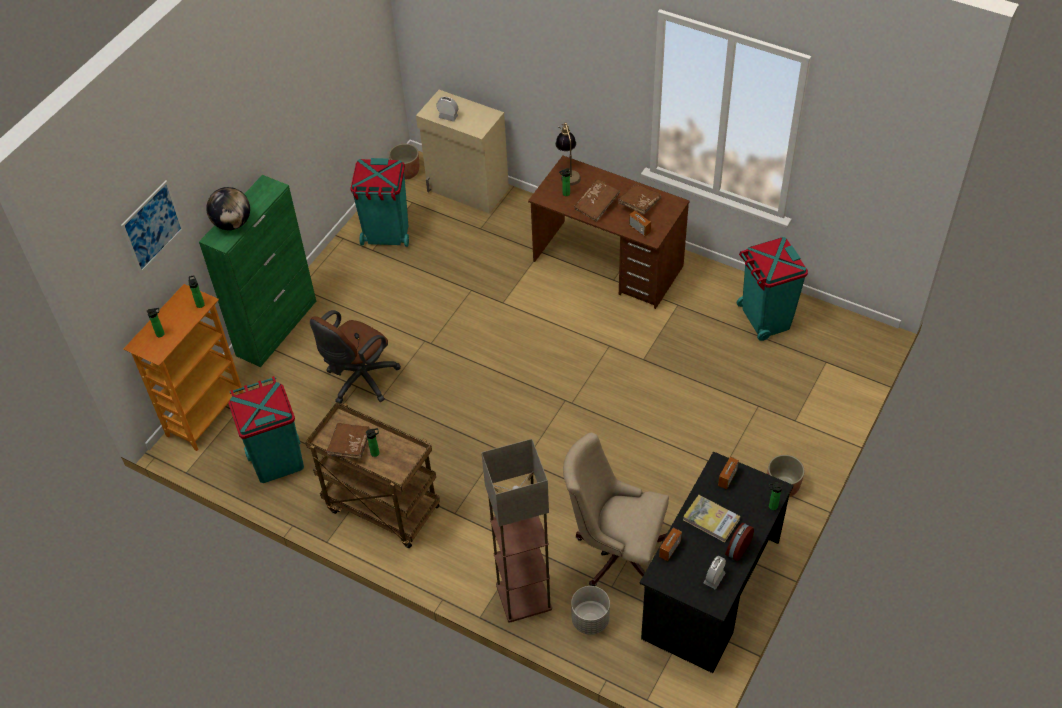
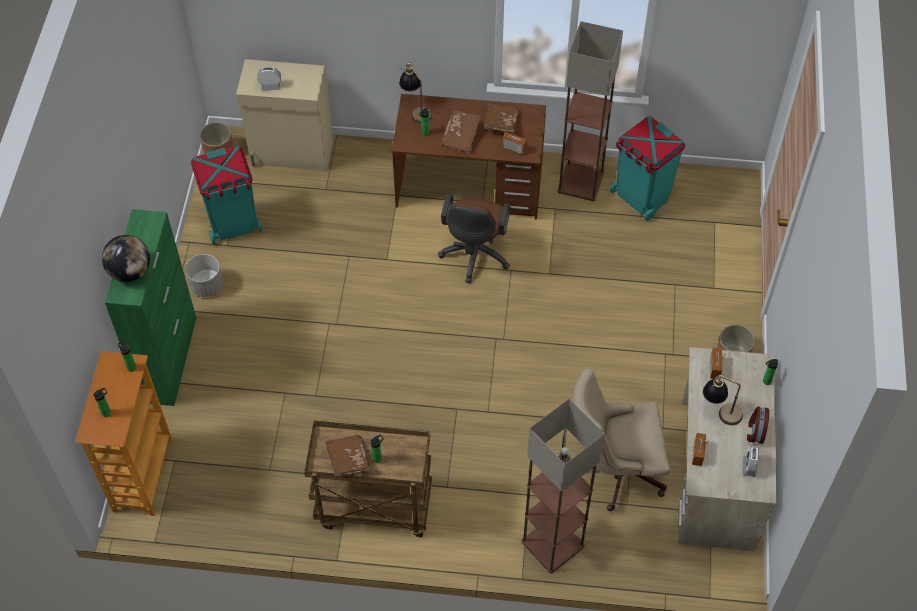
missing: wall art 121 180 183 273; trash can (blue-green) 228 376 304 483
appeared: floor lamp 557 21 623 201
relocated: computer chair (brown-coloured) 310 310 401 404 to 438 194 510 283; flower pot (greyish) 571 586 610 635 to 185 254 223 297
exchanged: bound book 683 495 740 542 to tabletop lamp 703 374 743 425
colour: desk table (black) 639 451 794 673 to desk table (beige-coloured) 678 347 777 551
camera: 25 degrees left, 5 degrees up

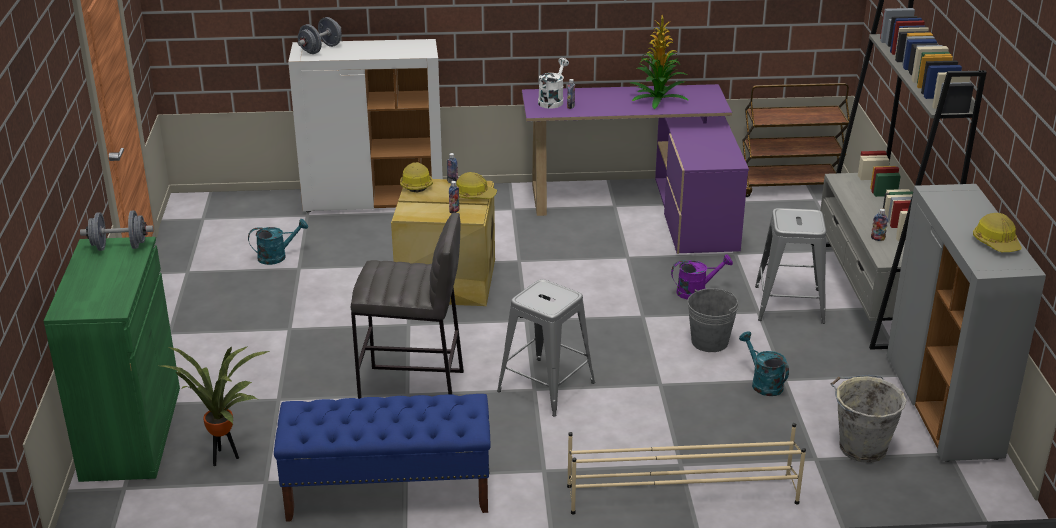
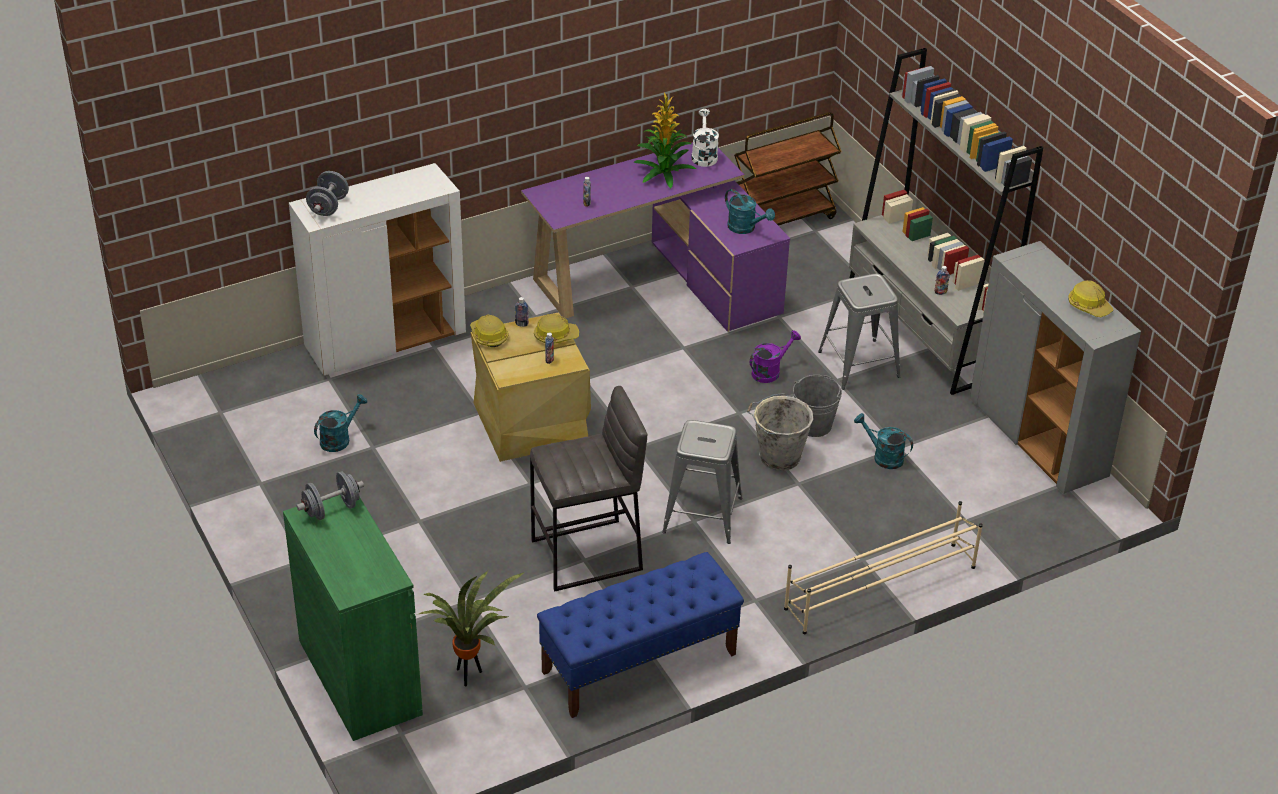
appeared: watering can (blue-green) 725 189 775 234
relocated: watering can (whitish) 538 58 569 108 to 692 109 719 167; bucket (greyish) 831 375 907 463 to 747 393 814 471
camera: 25 degrees left, 10 degrees up

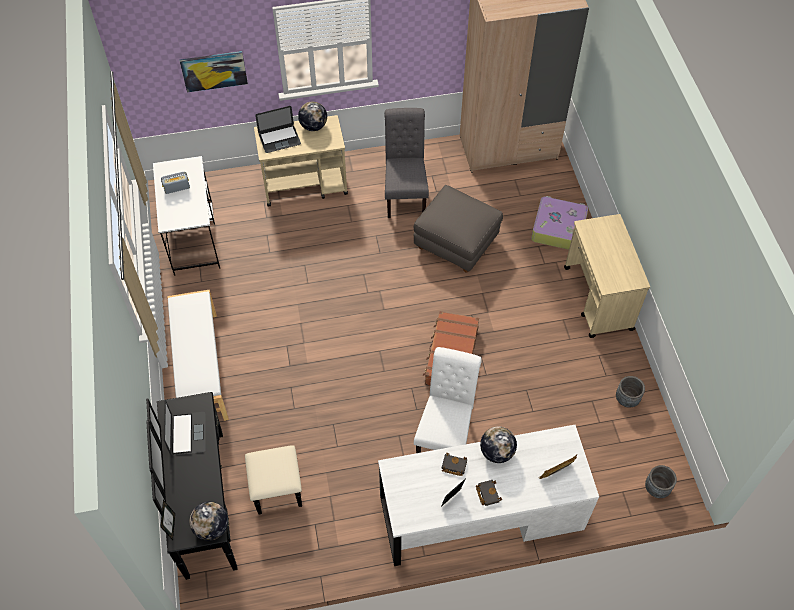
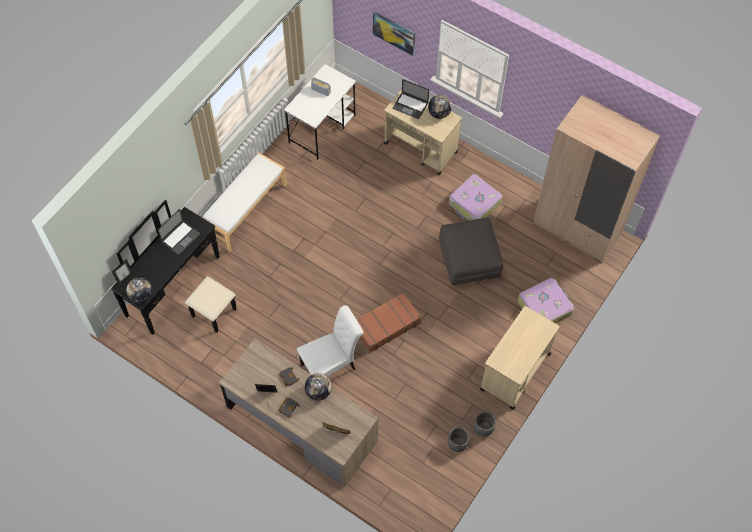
relocated: flower pot (greyish) 645 465 677 498 to 474 411 496 436
exchanged: upright chair (greyish) 384 108 429 218 to suitcase 449 174 502 221
colour: desk table (whitish) 378 425 599 566 to desk table (brown-coloured) 219 339 378 487
camera: 45 degrees right, 5 degrees up

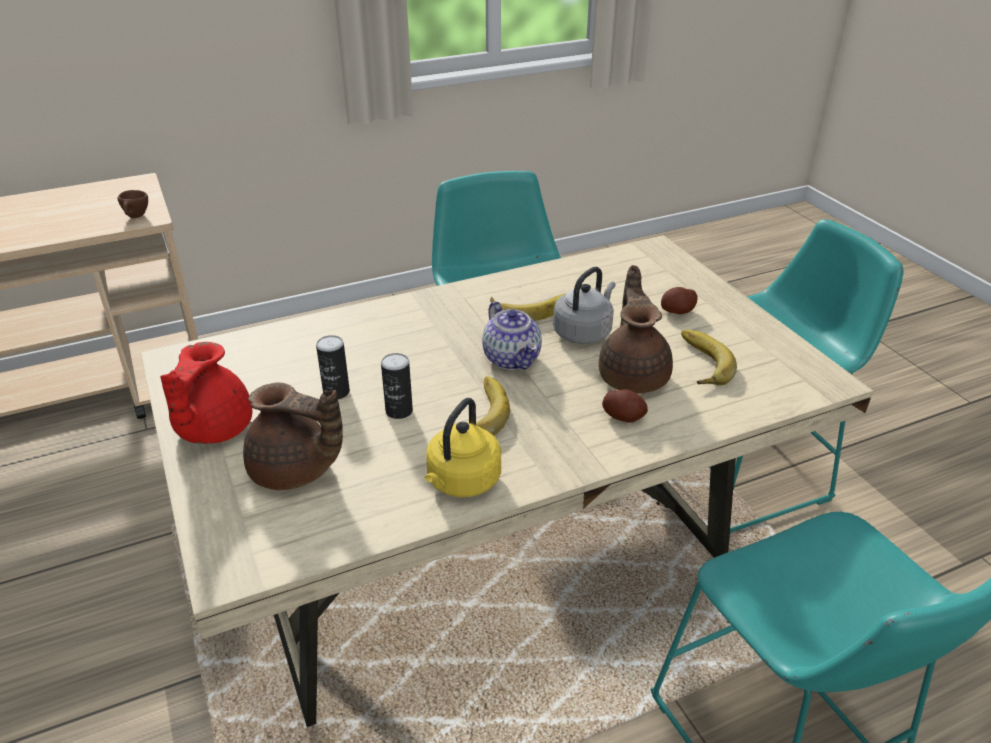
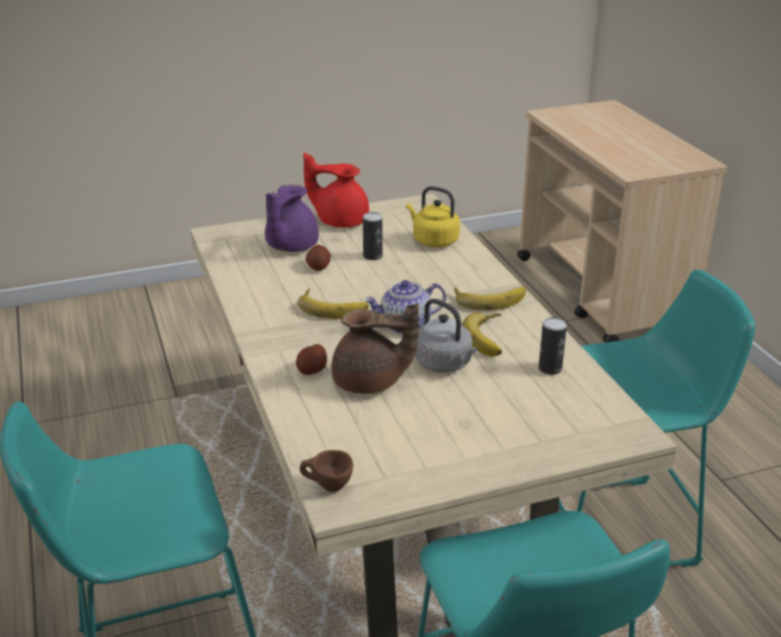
relocated: drinking cup (brown-coloured) 117 190 148 218 to 300 450 353 492; sealed can 381 353 413 419 to 539 317 567 375; kettle (yellow) 425 398 501 497 to 406 186 460 247; potato 661 287 698 314 to 305 245 331 271; banana 681 330 737 386 to 454 287 526 311
colour: tea pot (brown-coloured) 243 383 343 490 to tea pot (purple-coloured) 265 185 319 252
camera: 95 degrees right, 5 degrees down

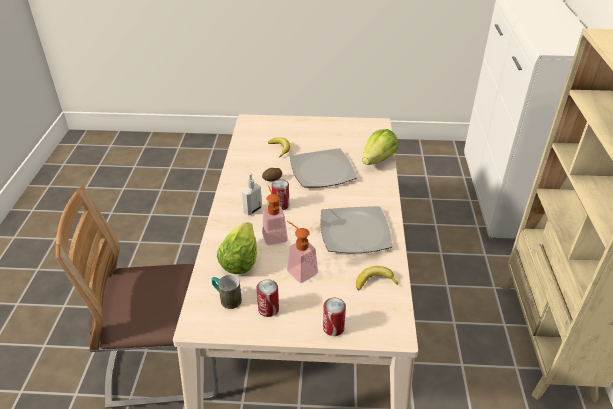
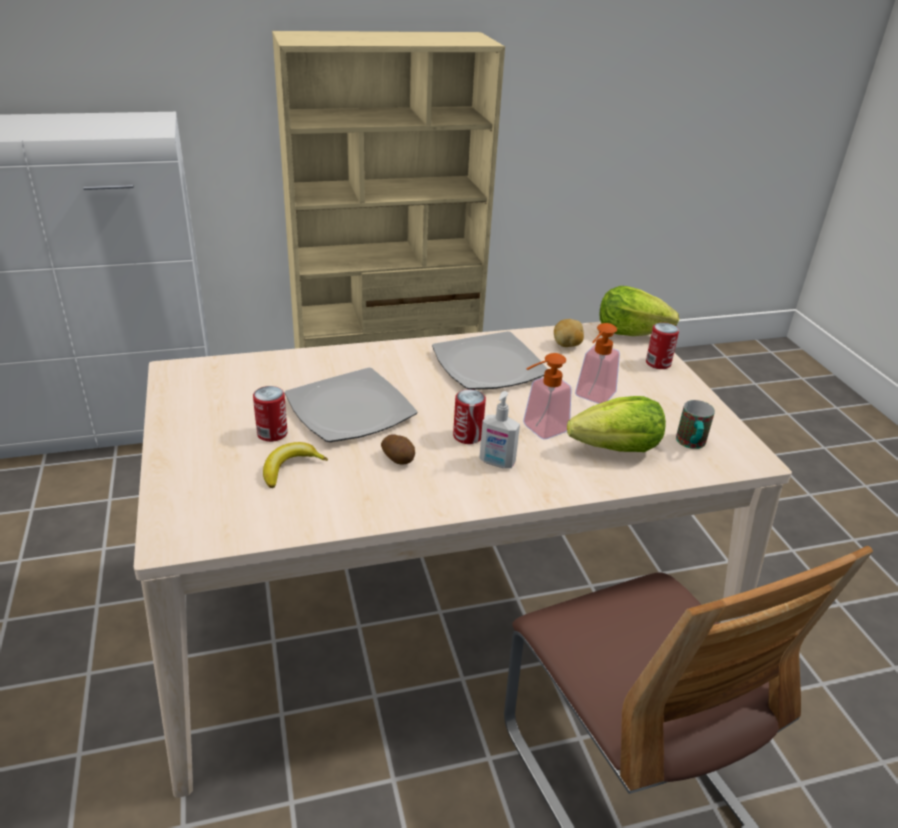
relocated: sealed can 256 280 279 317 to 253 386 288 442; lettuce 362 129 398 165 to 600 286 679 336
exchanged: banana 356 266 399 290 to potato 554 319 584 347
camera: 110 degrees left, 5 degrees down

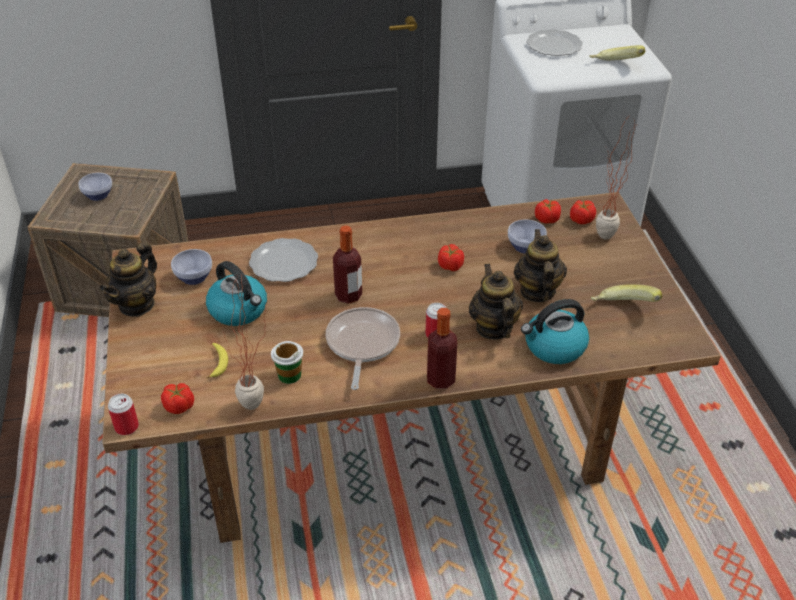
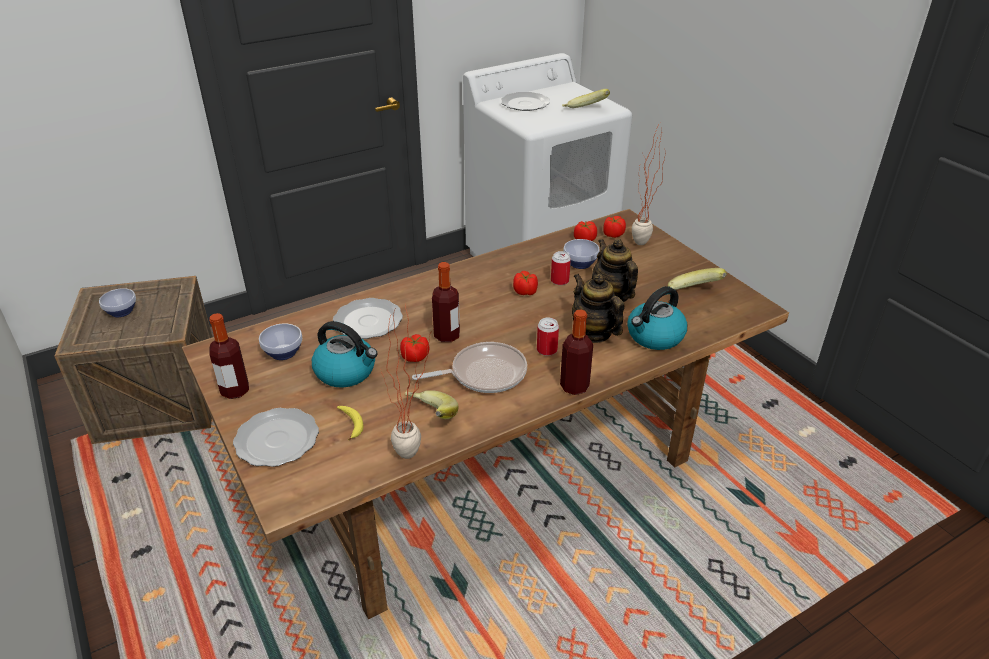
appeared: dinner plate 233 408 319 467
relocated: sealed can 108 394 139 435 to 551 251 571 285; tomato 161 383 194 414 to 400 334 429 362
exchanged: tea pot 100 242 157 317 to beverage bottle 210 313 249 399; drinking cup 271 341 303 384 to banana 405 390 458 419
spun: pan 326 307 400 390 = 412 342 527 393 90 degrees clockwise
camera: 20 degrees left, 5 degrees down

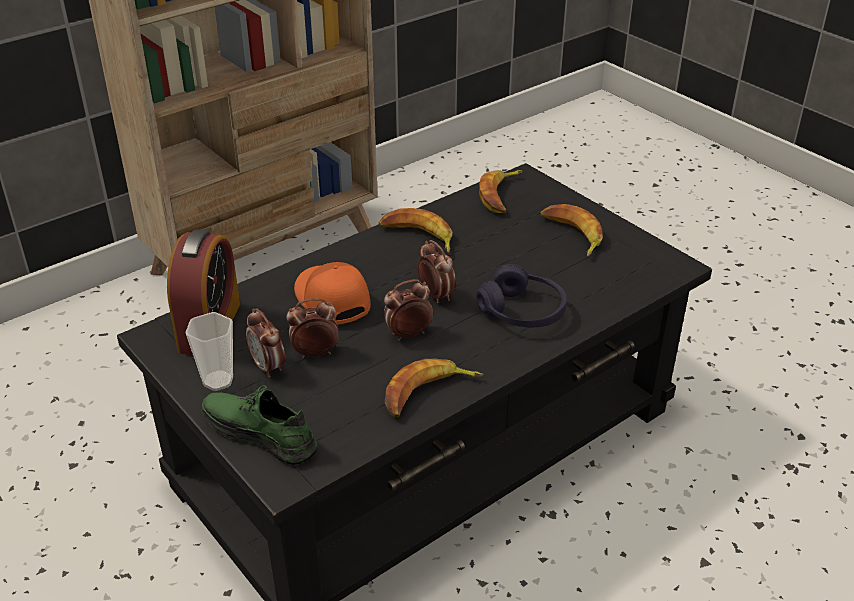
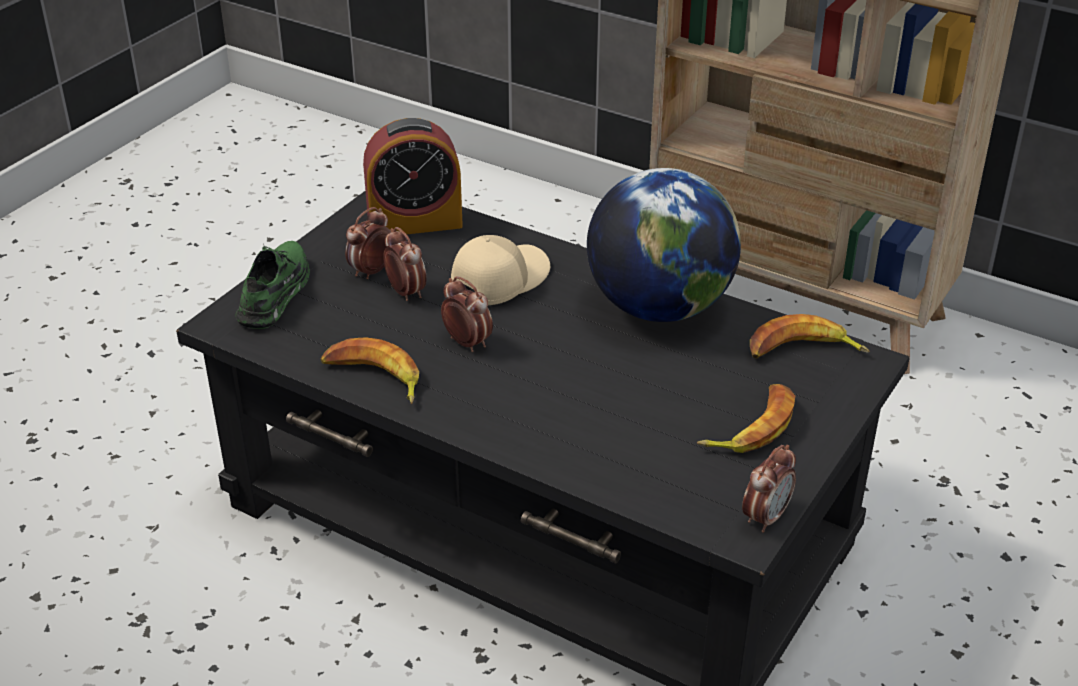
missing: drinking cup 185 312 233 391; headphones (purple-coloured) 476 264 567 328
relocated: table clock 417 240 456 303 to 742 445 796 533
exchanged: banana 379 208 452 253 to world globe 587 168 741 322
colour: cap (orangey) 294 262 370 325 to cap (beige-coloured) 451 235 550 305
camera: 70 degrees right, 0 degrees up

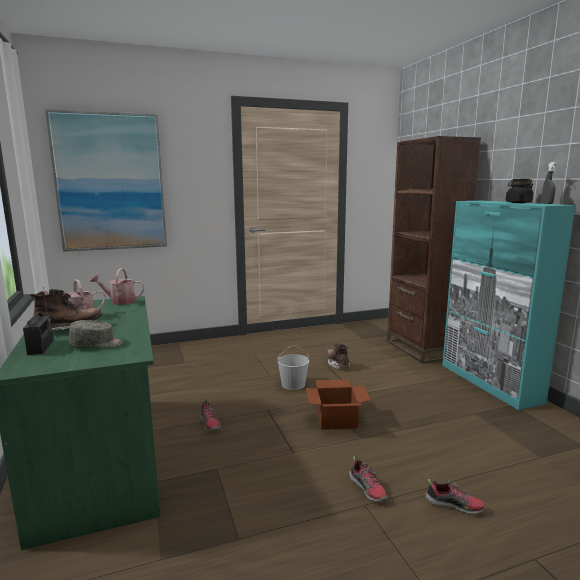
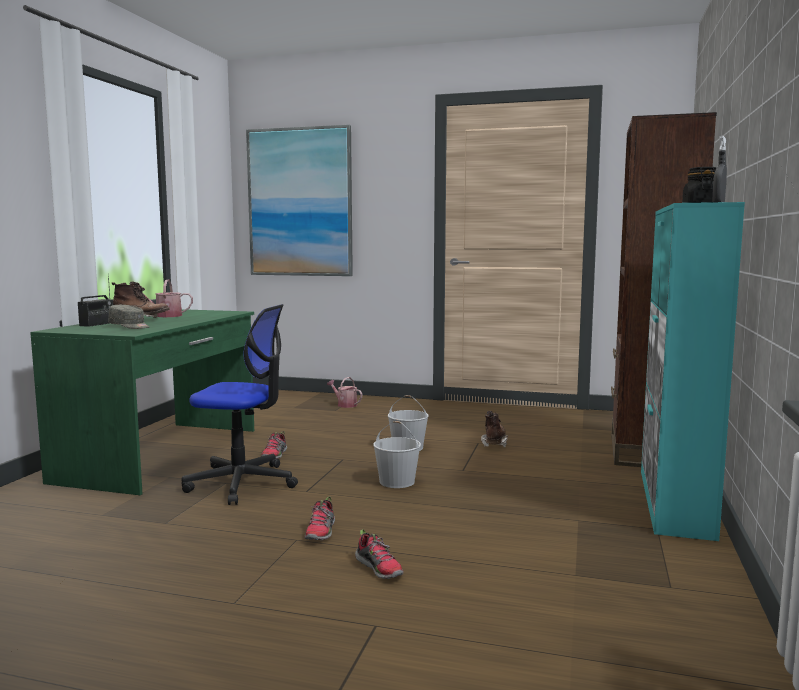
appeared: computer chair 182 304 298 505
relocated: watering can 90 268 145 305 to 327 377 362 408
exchanged: packing box 306 379 371 430 to bucket (whitish) 373 421 421 488
camera: 35 degrees right, 5 degrees down

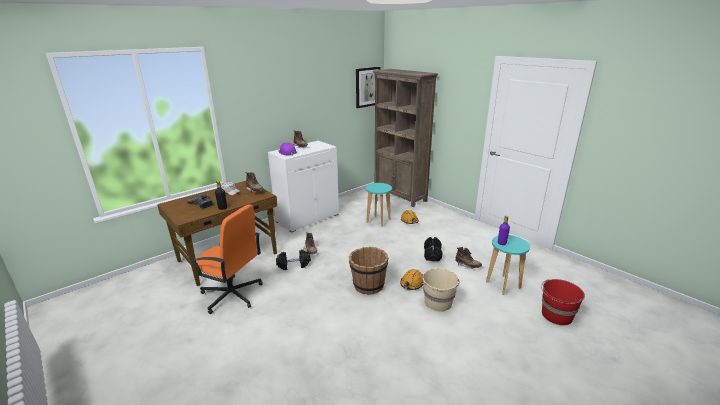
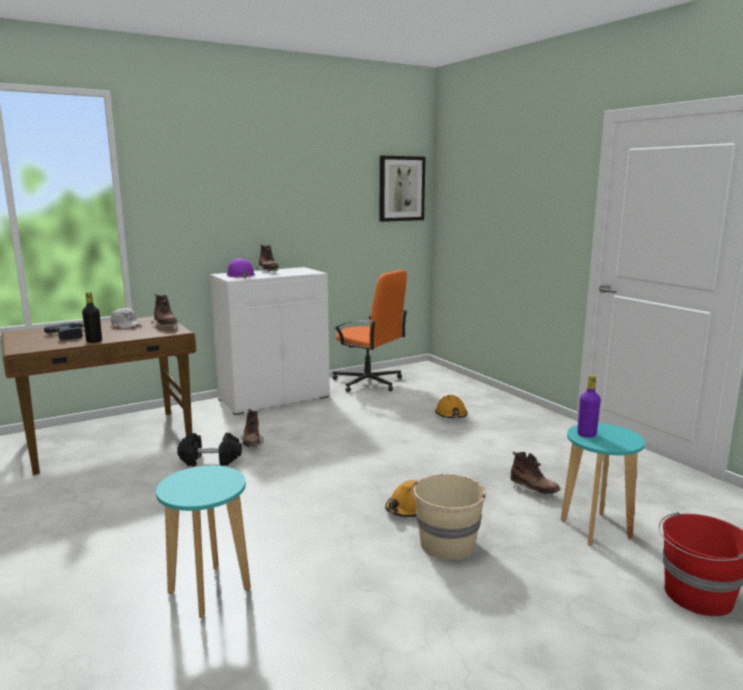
missing: bucket (brown-coloured) 349 247 388 295; shelving unit (brown-coloured) 373 69 438 207; hand weight (black) 424 237 442 261
relocated: computer chair (orangey) 190 204 263 314 to 332 270 407 392; stool (blue-green) 366 183 392 226 to 156 466 251 618
camera: 10 degrees right, 10 degrees down

